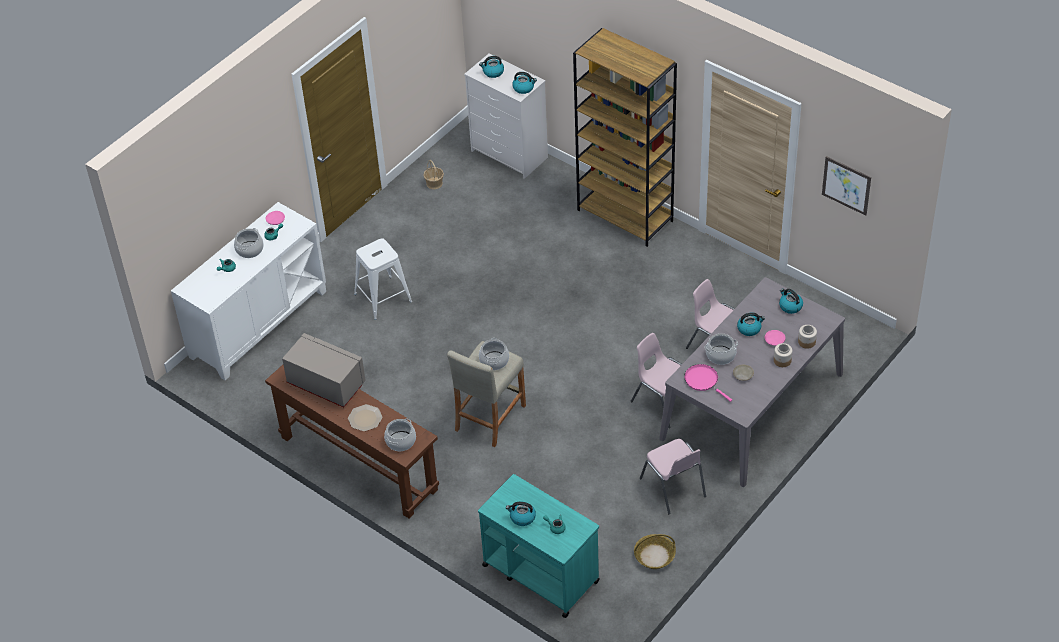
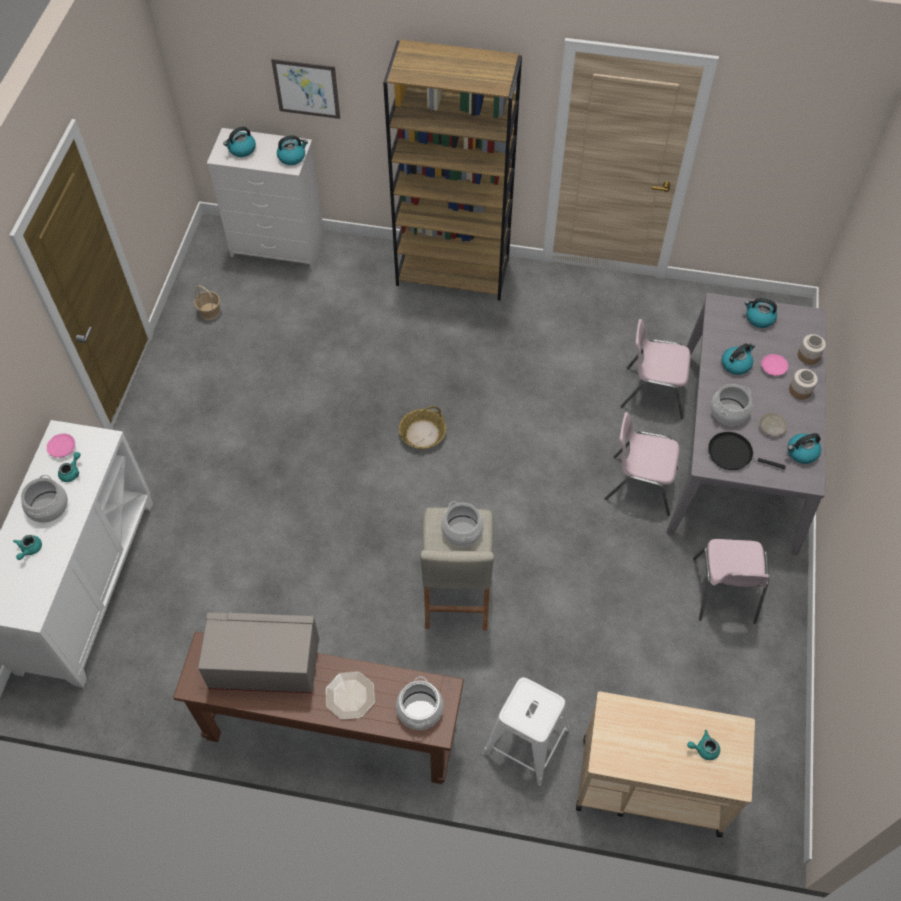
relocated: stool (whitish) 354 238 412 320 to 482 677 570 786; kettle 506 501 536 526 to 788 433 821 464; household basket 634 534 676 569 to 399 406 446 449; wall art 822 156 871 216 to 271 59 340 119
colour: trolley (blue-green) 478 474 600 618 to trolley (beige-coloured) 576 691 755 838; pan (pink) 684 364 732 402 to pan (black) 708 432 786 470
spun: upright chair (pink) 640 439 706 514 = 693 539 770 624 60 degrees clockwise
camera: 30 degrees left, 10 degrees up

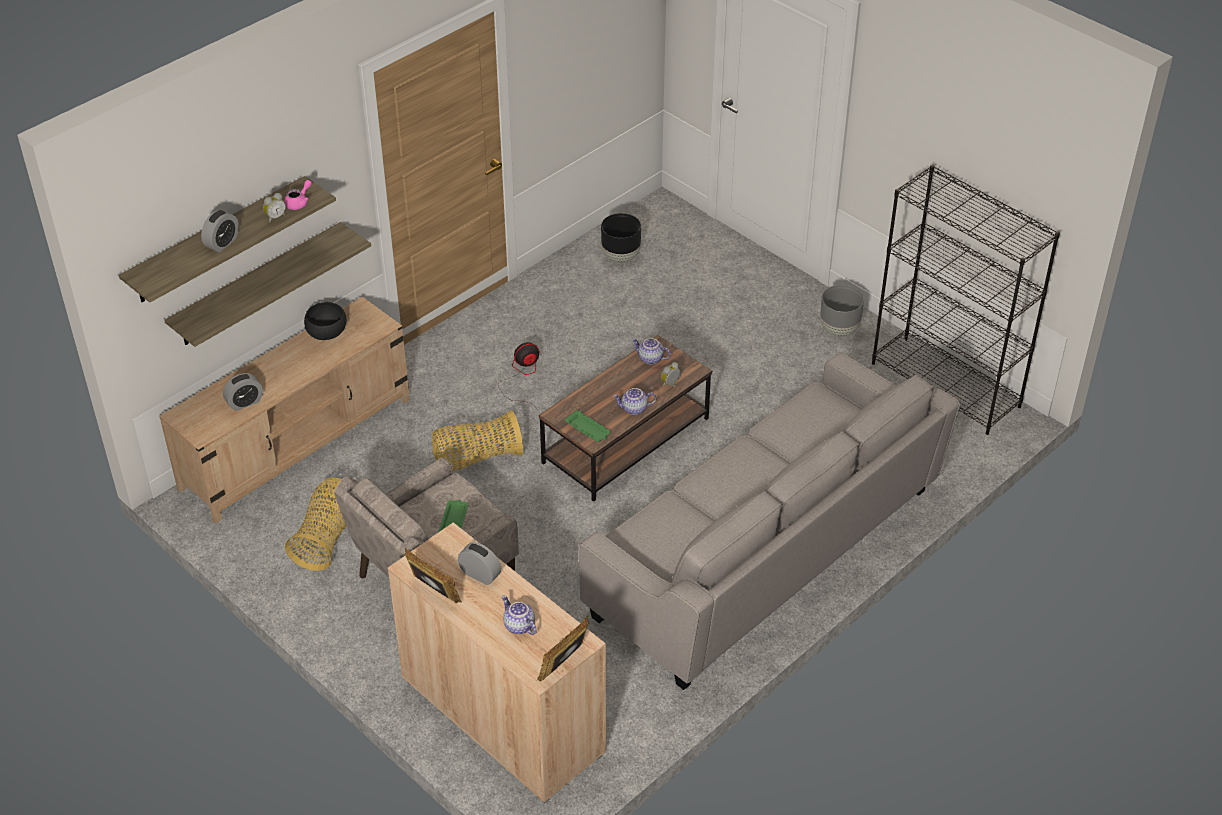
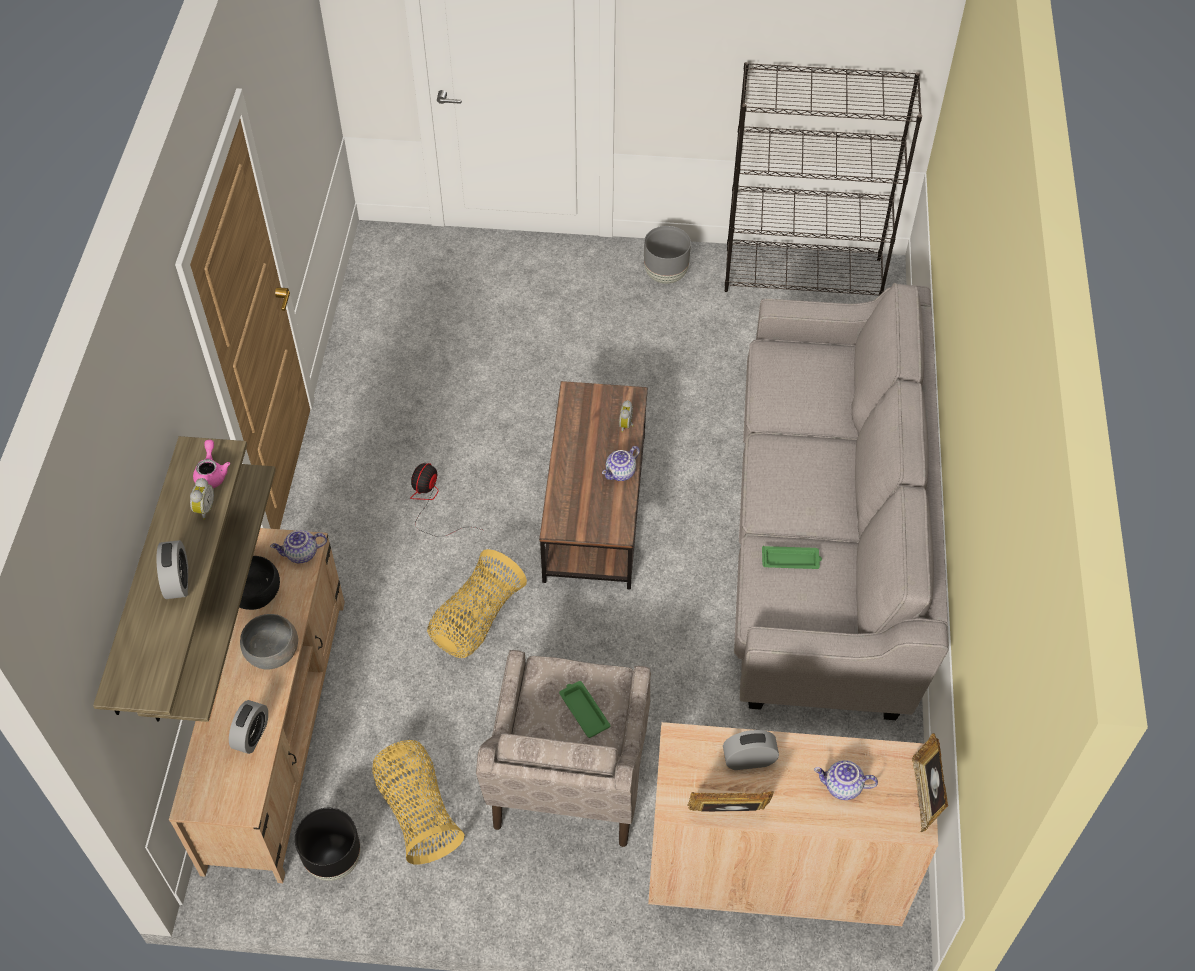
appeared: deep dish (greyish) 240 614 298 670
relocated: serving tray (green) 565 410 611 442 to 762 546 822 569; flower pot (black) 601 213 641 263 to 295 808 361 881; tea pot 632 338 671 364 to 270 530 327 563
camera: 40 degrees left, 10 degrees up

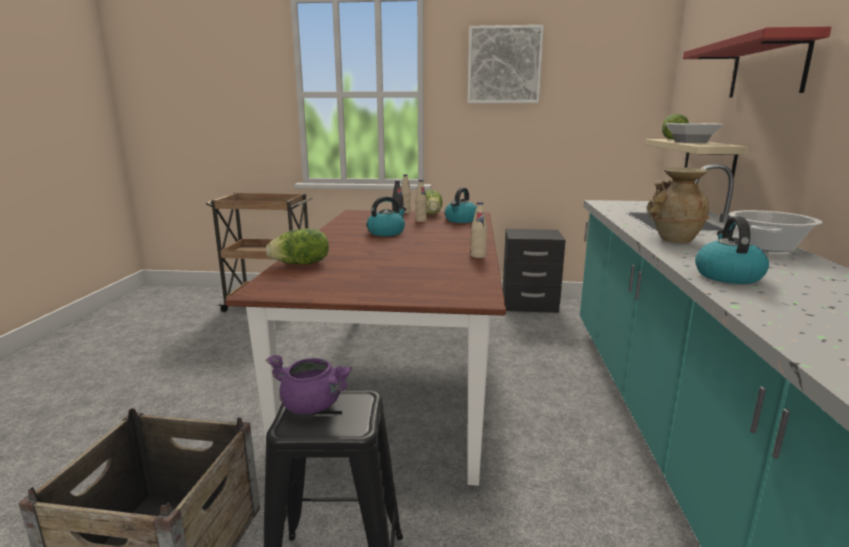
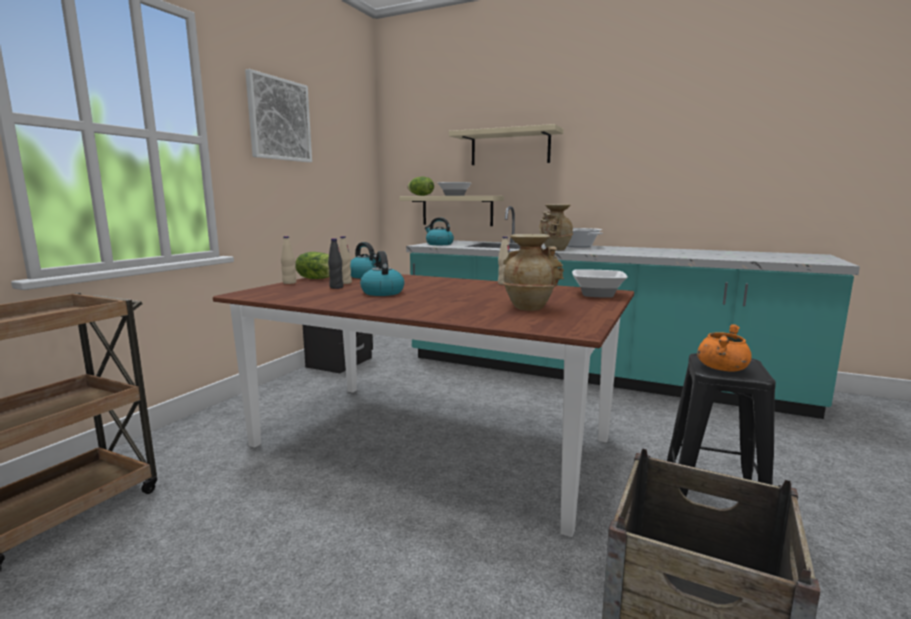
missing: lettuce 266 228 329 264
appeared: flower vase (beige-coloured) 503 234 564 311; deep dish 572 269 628 298
relocated: kettle 695 216 769 284 to 425 217 454 245
colour: cooking pot (purple-coloured) 266 355 352 415 to cooking pot (orangey) 697 324 752 372; bracket shelf (red-coloured) 683 27 831 98 to bracket shelf (beige-coloured) 449 124 563 165
camera: 70 degrees left, 5 degrees down

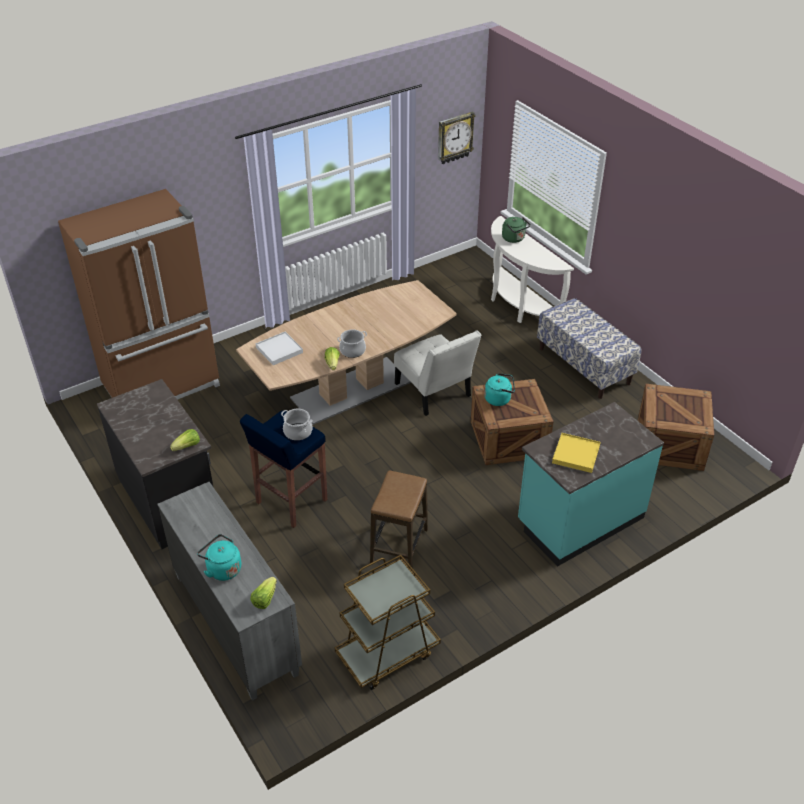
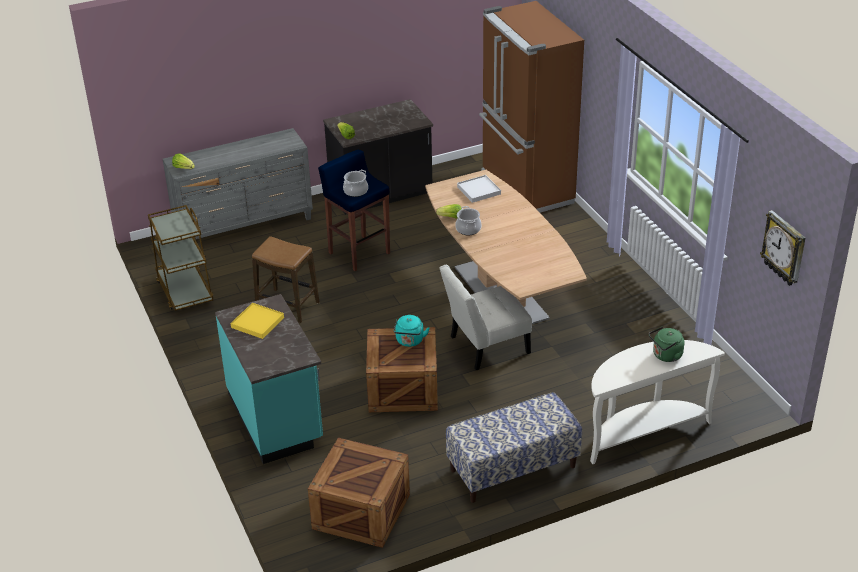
missing: kettle (blue-green) 197 534 241 581
camera: 100 degrees right, 5 degrees down

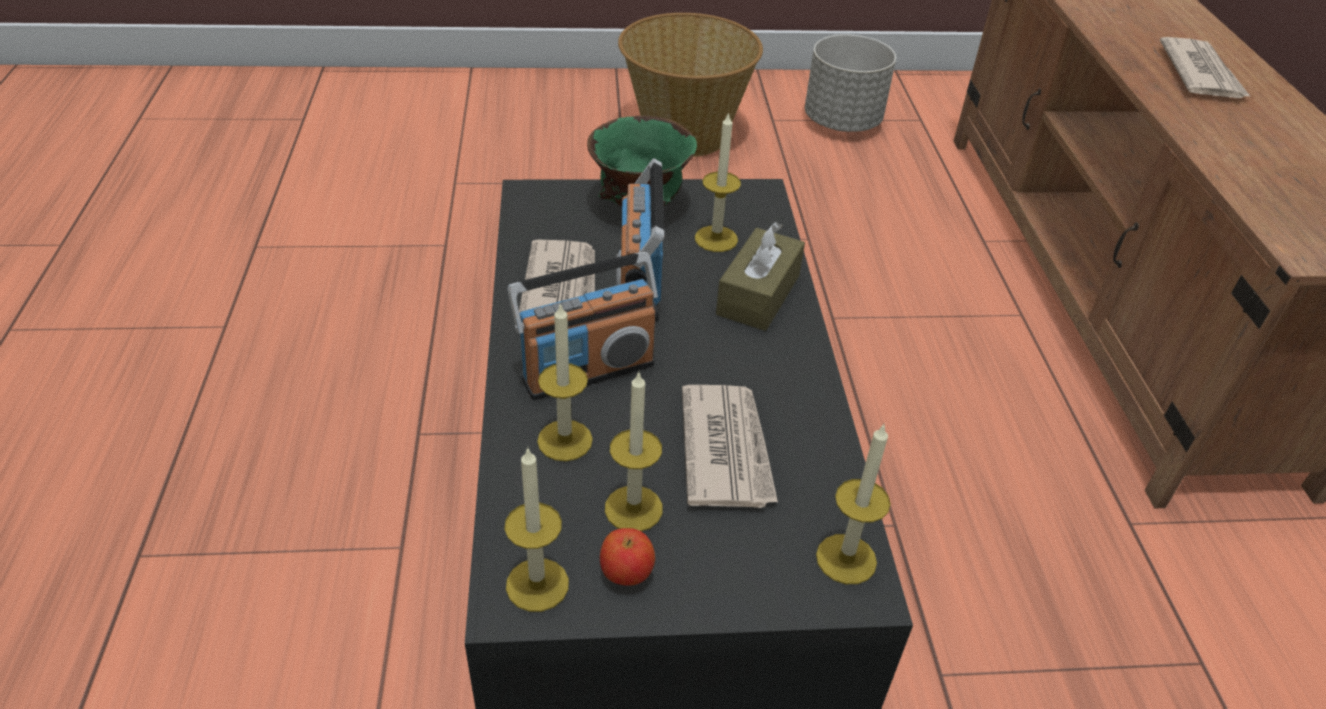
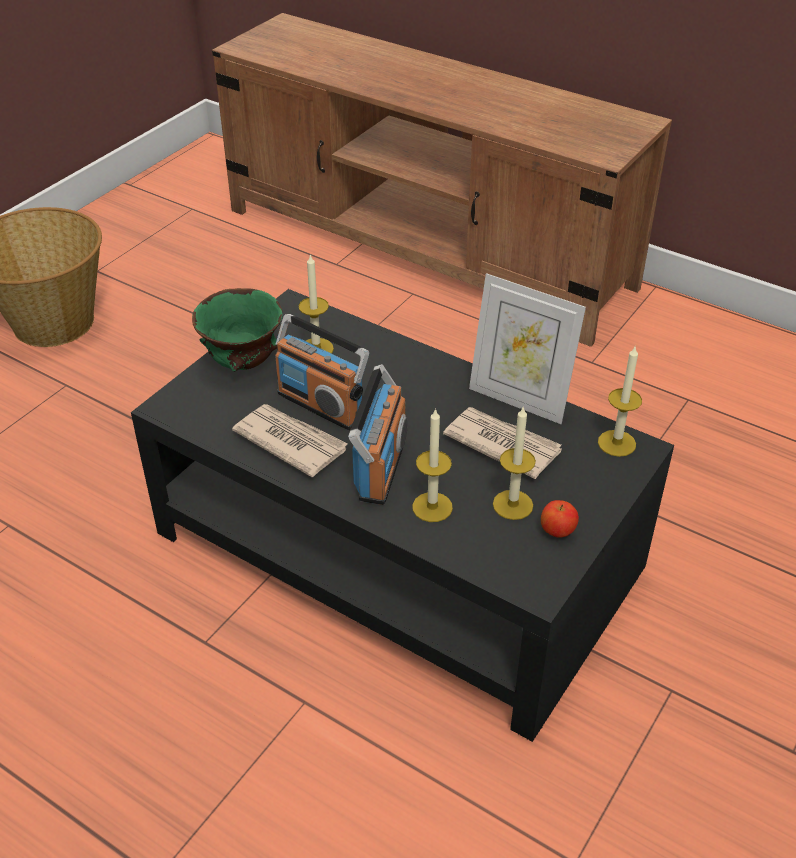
missing: wax candle 505 447 569 612; tissue holder (brown-coloured) 716 222 805 331; flower pot (greyish) 805 34 896 132; newspaper 1160 37 1251 98
appeared: standing frame 469 273 586 424
camera: 50 degrees left, 0 degrees up

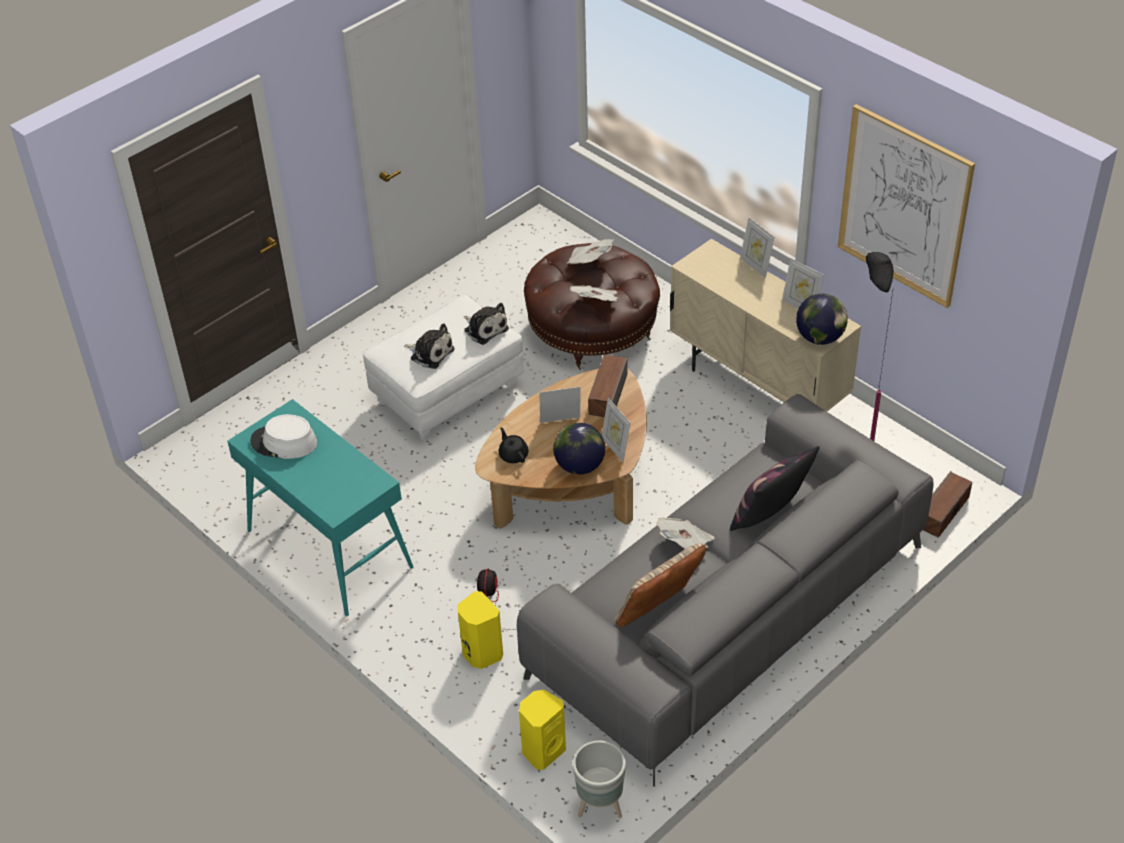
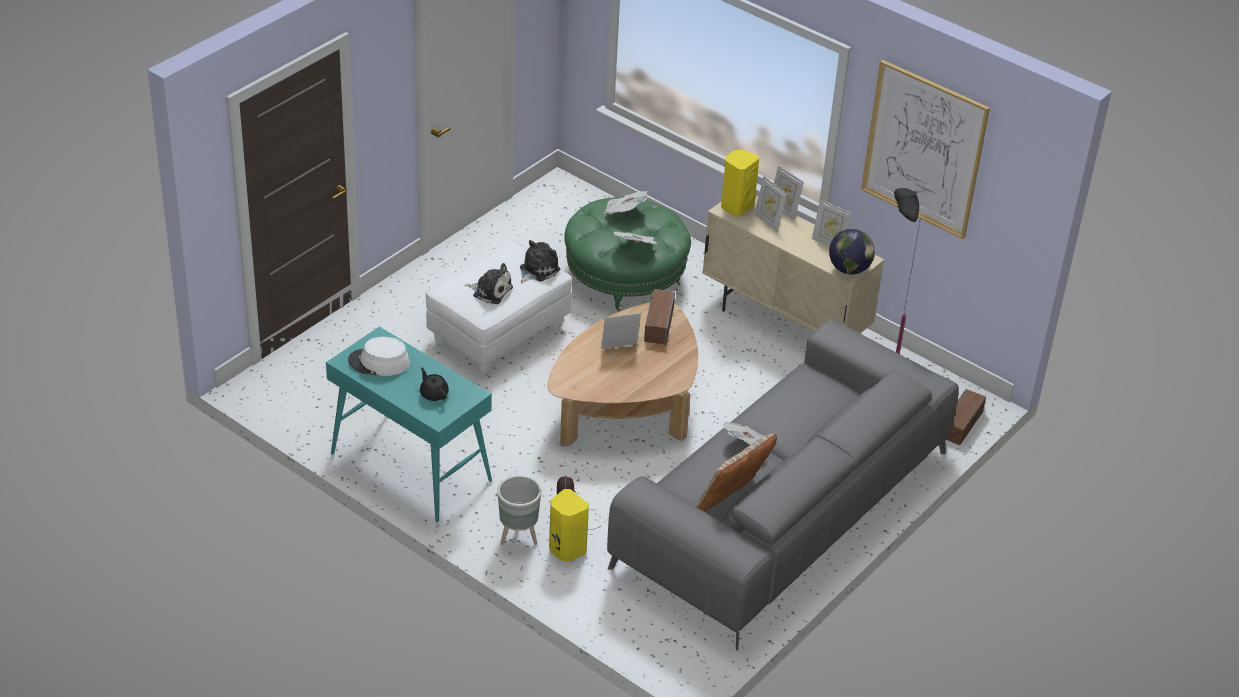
missing: world globe 553 423 605 475; pillow 730 446 820 531
relocated: tea pot (black) 499 427 528 463 to 420 367 449 401; audio speaker (yellow) 519 689 566 770 to 721 149 759 216; flower pot (greyish) 573 740 626 818 to 497 475 541 545; standing frame 602 398 631 462 to 754 176 787 232
colour: pouffe (brown-coloured) 524 243 660 370 to pouffe (green) 564 196 691 312
spun: soft toy 463 303 509 345 = 520 240 560 283 90 degrees counterclockwise
camera: 10 degrees left, 5 degrees down

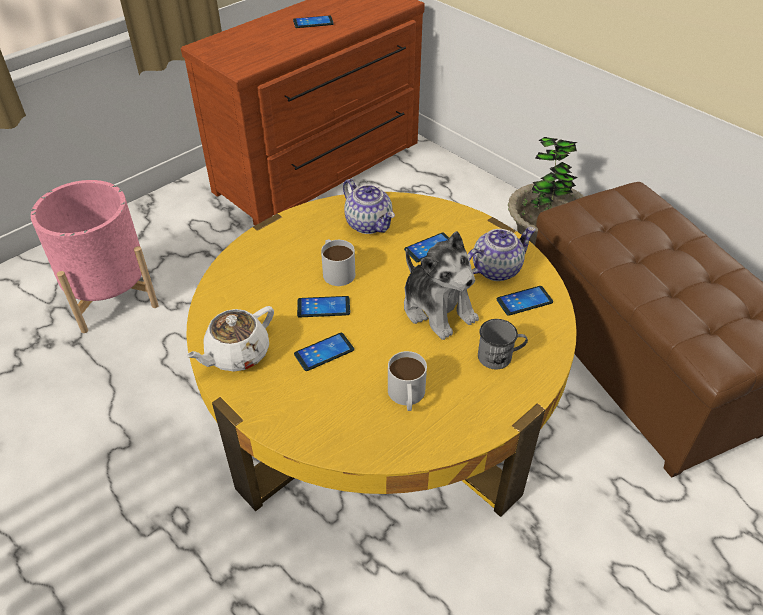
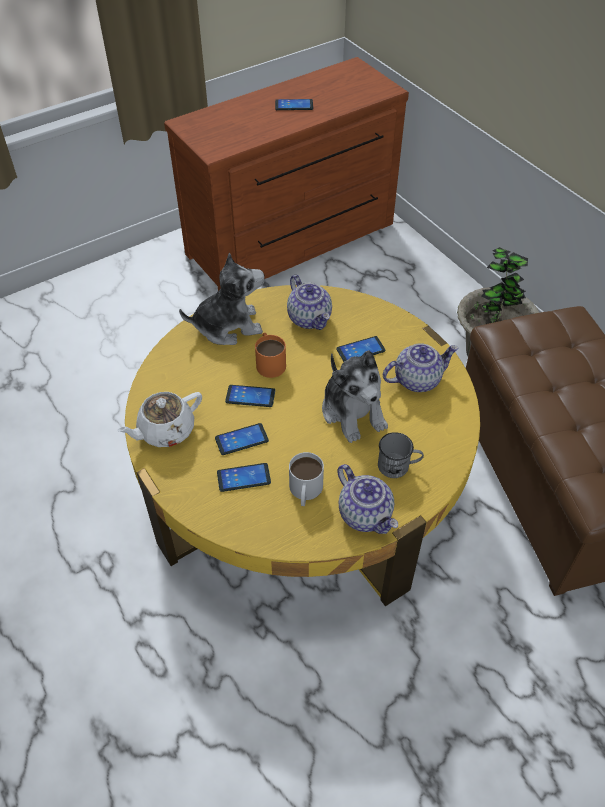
missing: flower pot (pink) 31 180 159 333
appeared: soft toy 179 253 265 345; tea pot 337 464 398 534
relocated: telephone 497 286 553 316 to 217 463 271 492
colour: tea mug (whitish) 321 239 355 286 to tea mug (orangey) 255 333 286 378
camera: 10 degrees right, 5 degrees up

